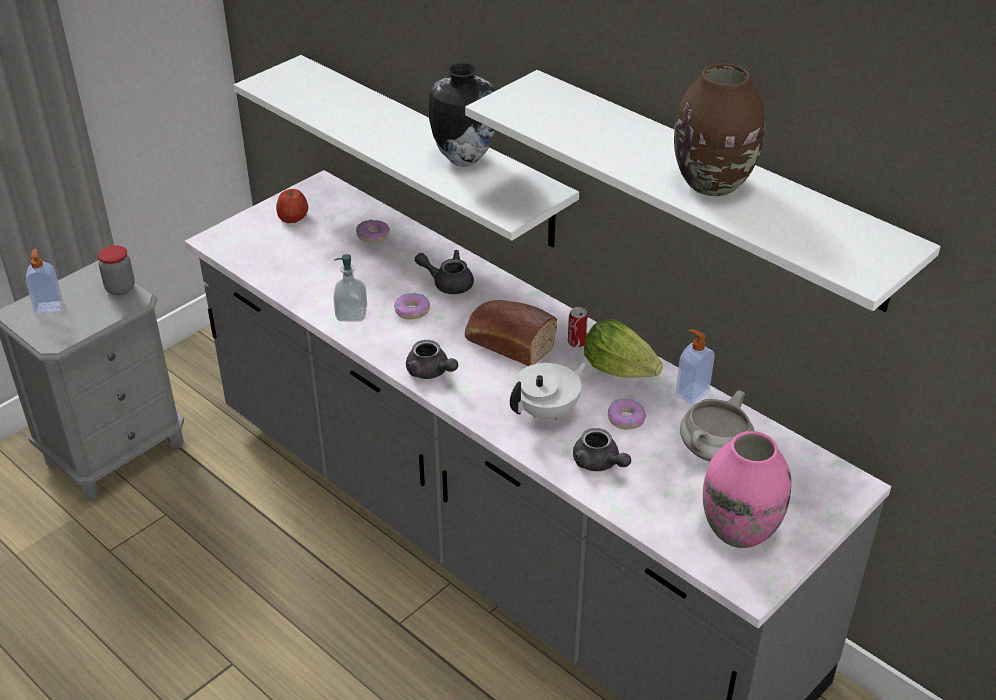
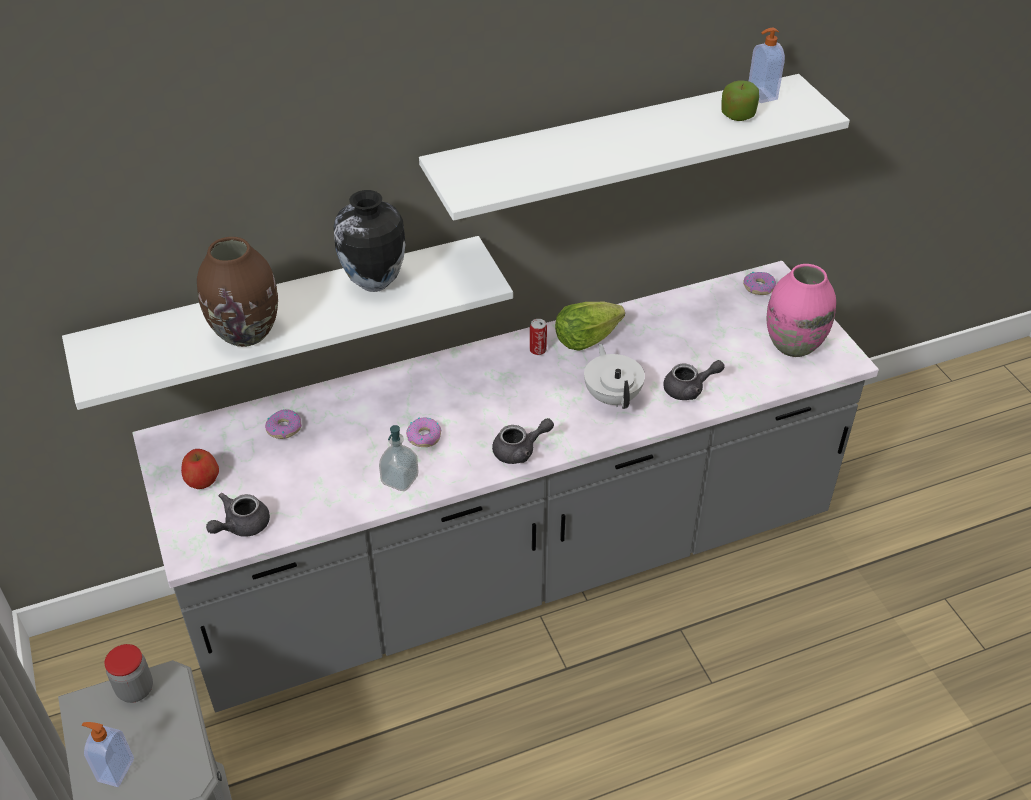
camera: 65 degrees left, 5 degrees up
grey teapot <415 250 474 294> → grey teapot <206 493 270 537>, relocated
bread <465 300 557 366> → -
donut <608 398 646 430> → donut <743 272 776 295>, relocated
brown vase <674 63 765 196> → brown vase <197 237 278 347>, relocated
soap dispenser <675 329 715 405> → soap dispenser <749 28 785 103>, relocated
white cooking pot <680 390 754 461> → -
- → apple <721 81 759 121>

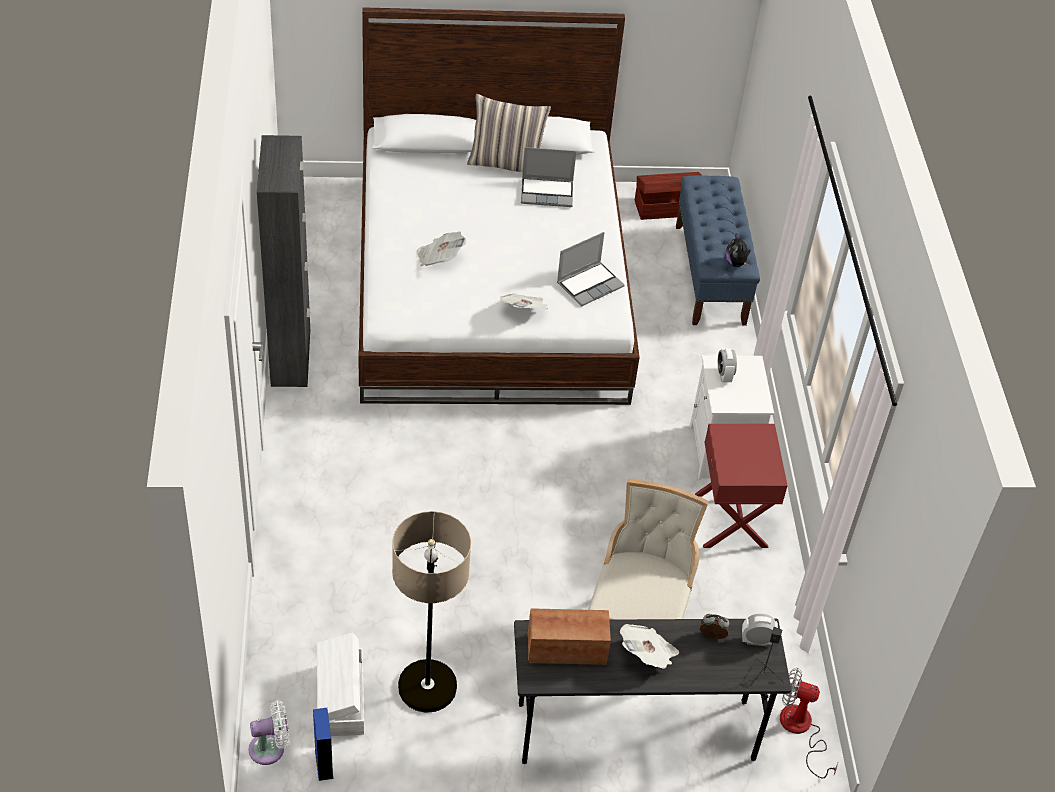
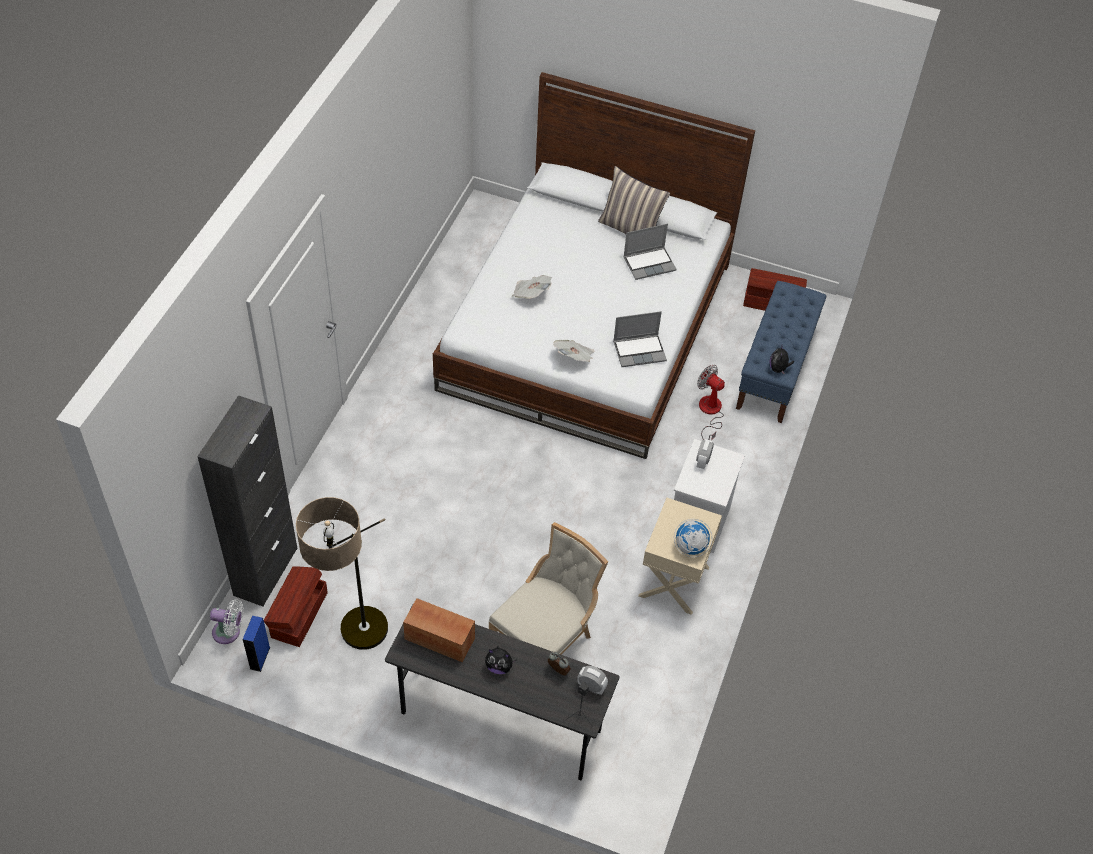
camera: 25 degrees right, 5 degrees up
black cabinet <257 135 310 387> → black cabinet <197 395 298 607>, relocated
white storage box <317 632 364 736> → brown storage box <264 566 328 647>
laptop <521 147 576 207> → laptop <623 224 677 280>, 45 degrees counterclockwise
newspaper <620 624 679 669> → plush toy <485 646 516 674>
red nightstand <695 424 788 548> → beige nightstand <638 498 722 615>
fan <780 668 838 778> → fan <697 365 725 440>, relocated
- → globe <674 519 713 557>

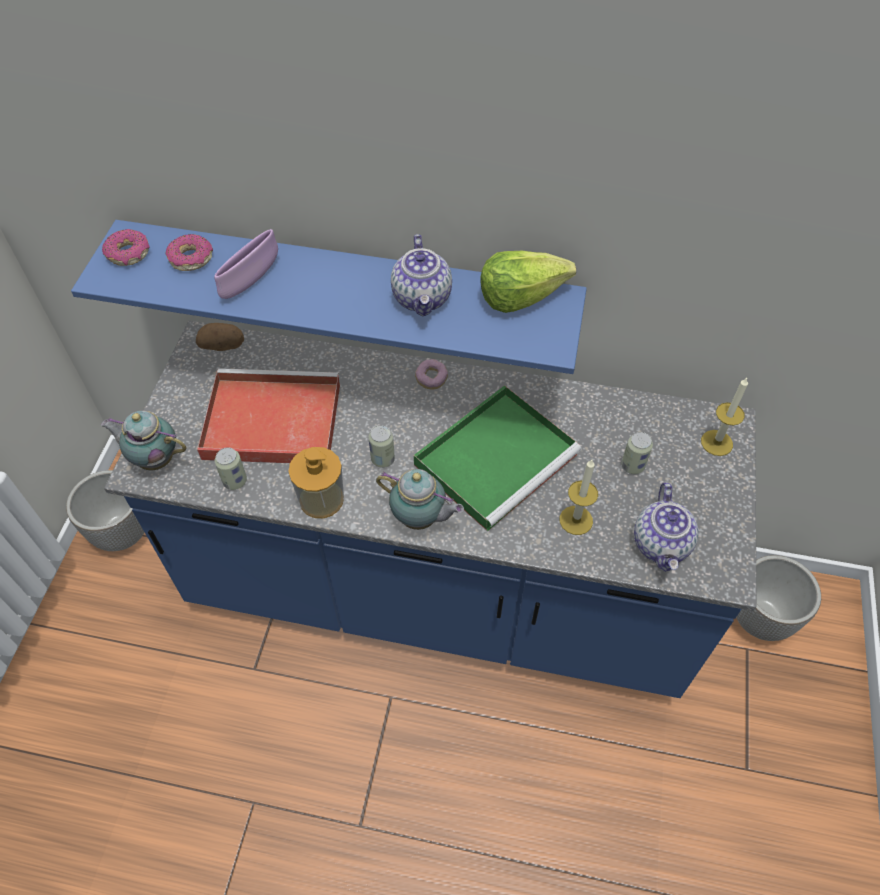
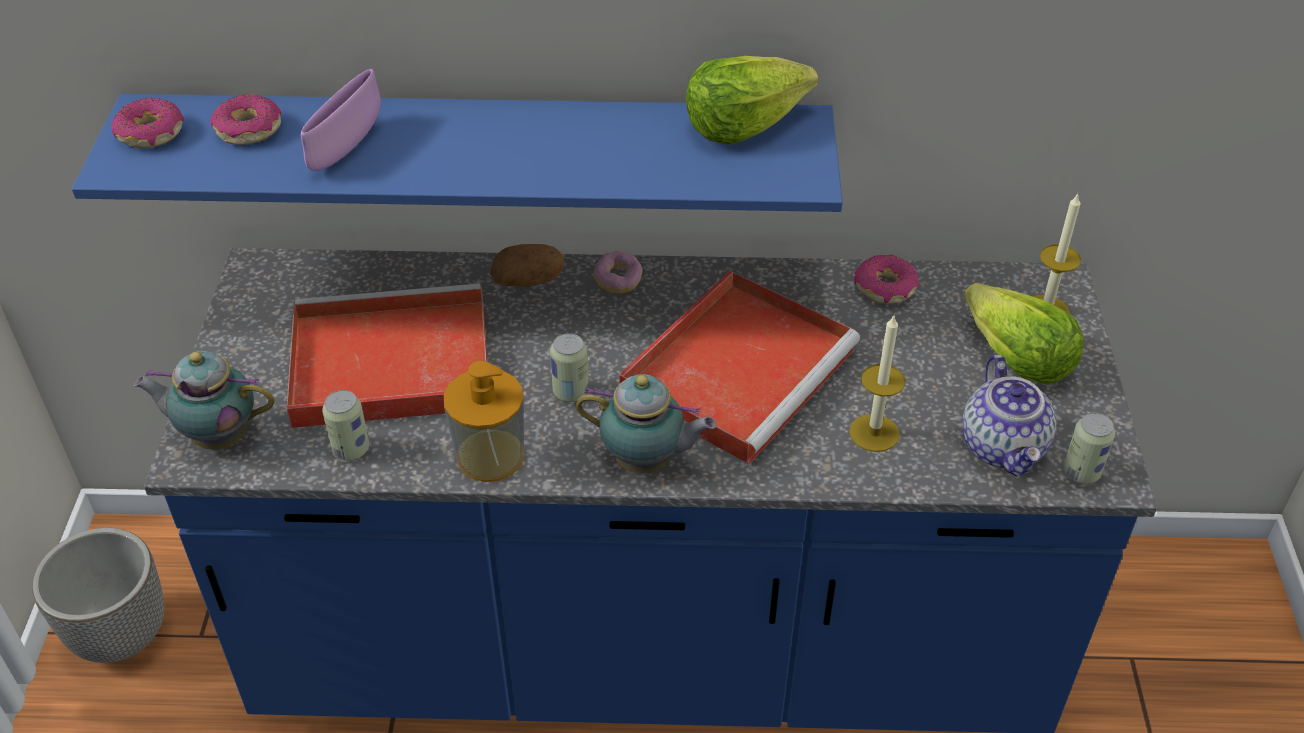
camera: 10 degrees left, 10 degrees down
potato <196 323 244 351> → potato <490 244 564 287>, relocated
teapot <391 234 452 317> → -
green tray <414 385 581 531> → red tray <619 271 860 464>
can <621 432 653 474> → can <1063 413 1115 484>, relocated
planter <736 555 821 641> → -
- → donut <854 255 919 304>
- → lettuce <964 283 1084 384>

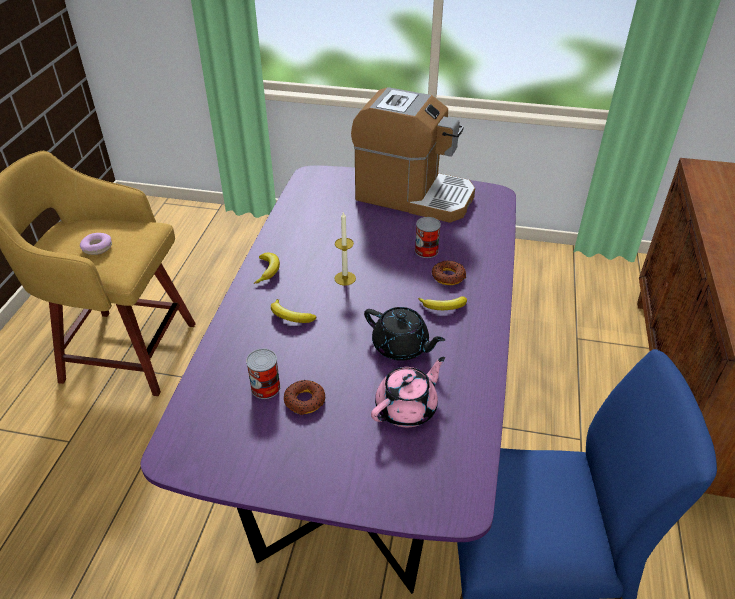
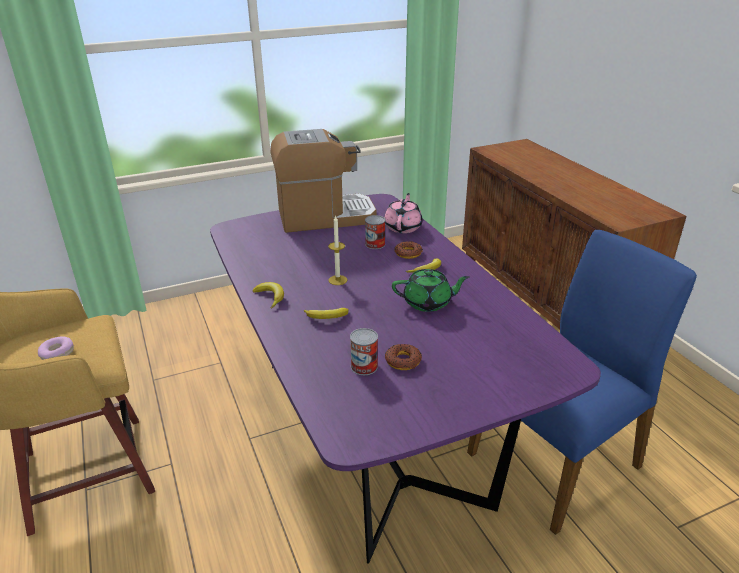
camera: 35 degrees left, 10 degrees down
black teapot <364 307 445 361> → green teapot <392 269 469 312>
pink teapot <371 357 445 427> → pink teapot <384 193 423 233>, relocated

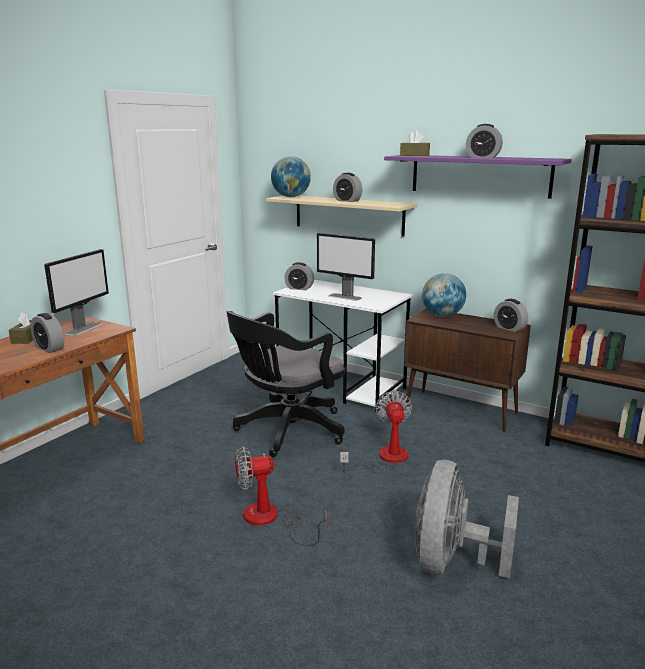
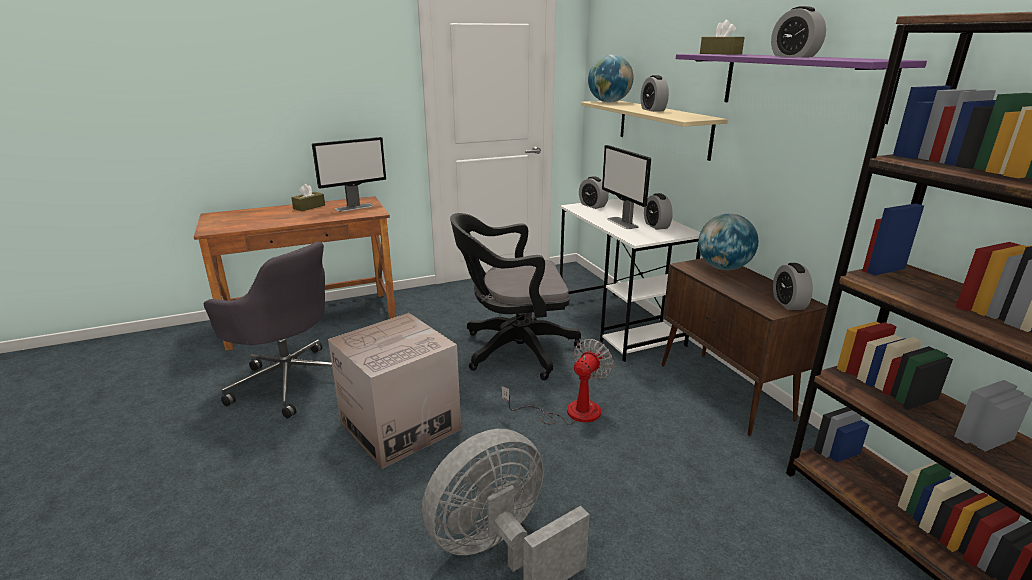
camera: 35 degrees right, 5 degrees up
alarm clock <31 313 64 353> → alarm clock <644 193 673 230>, relocated
fan <235 446 328 546> → cardboard box <328 313 461 469>
- → grey office chair <203 241 332 419>

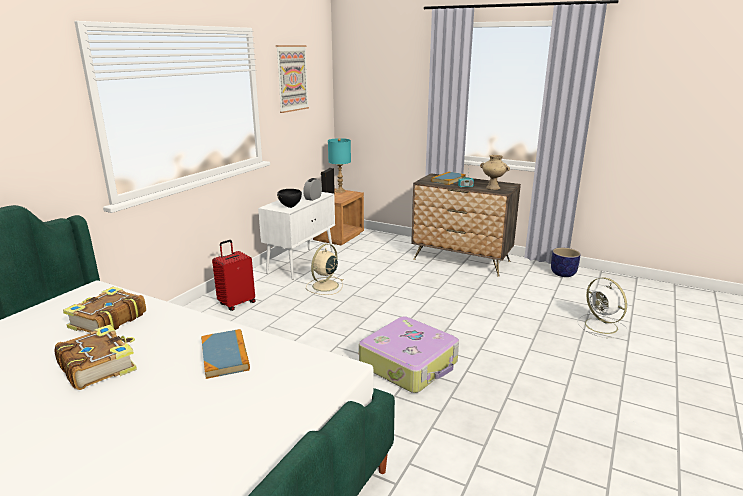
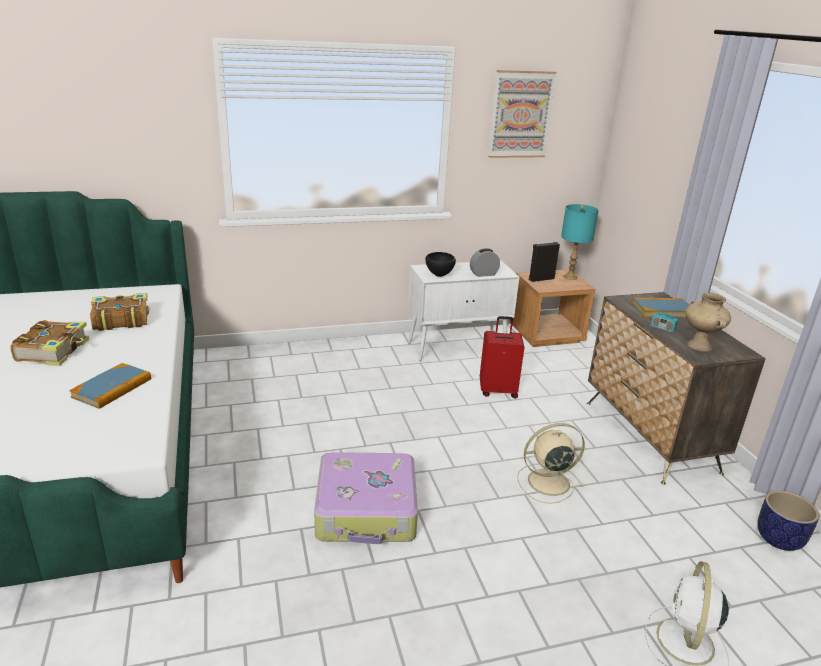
camera: 45 degrees right, 5 degrees up
red suitcase <212 240 256 311> → red suitcase <480 316 524 398>, relocated
beige fan <306 244 343 295> → beige fan <517 423 585 504>, relocated

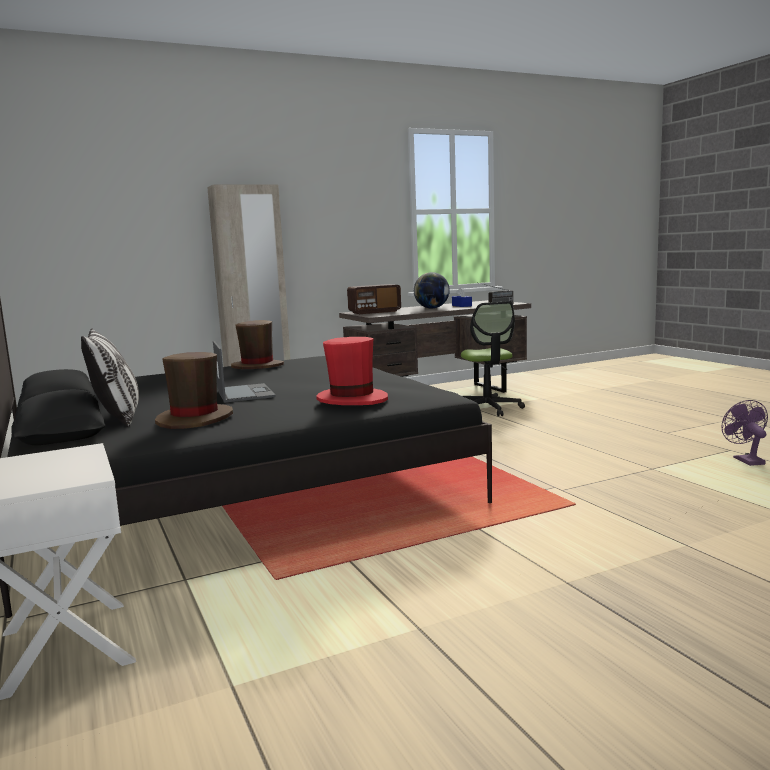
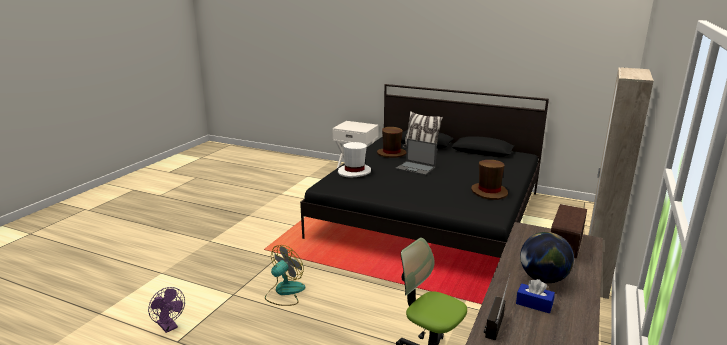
camera: 140 degrees right, 10 degrees up
red hat <316 337 388 405> → white hat <338 142 371 178>
- → fan <265 245 305 306>

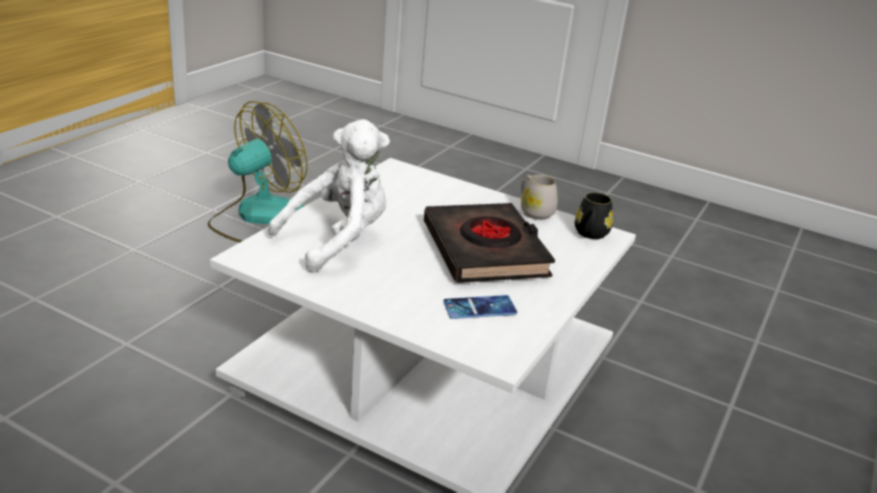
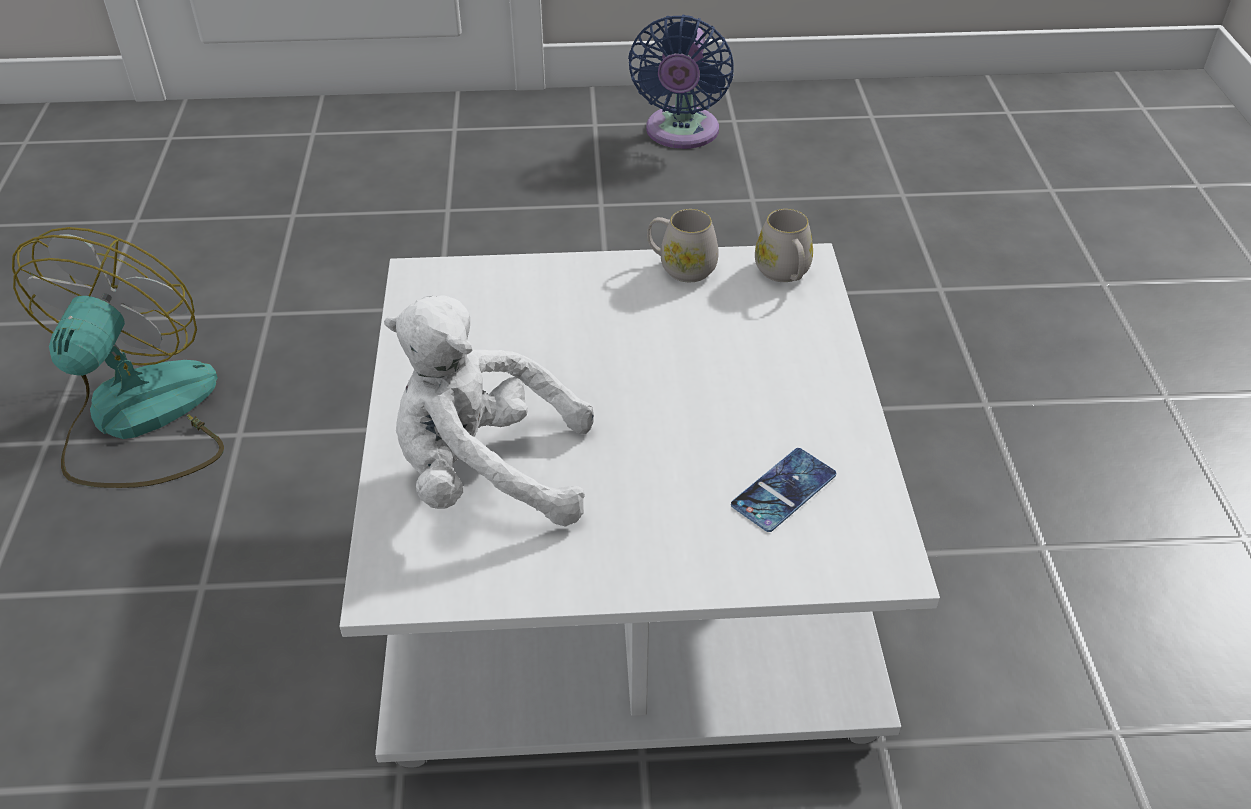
camera: 30 degrees left, 15 degrees up
white plush toy <268 119 390 273> → white plush toy <384 295 594 527>, 105 degrees counterclockwise
black book <424 203 555 283> → -
black mug <575 192 613 239> → white mug <755 209 813 282>
- → blue fan <628 15 734 149>

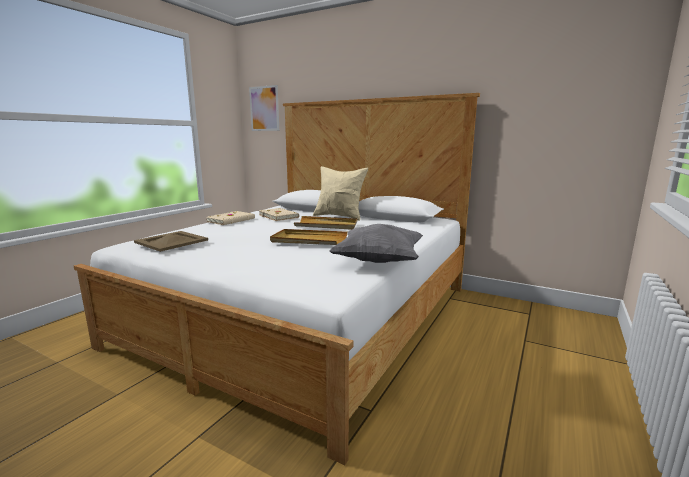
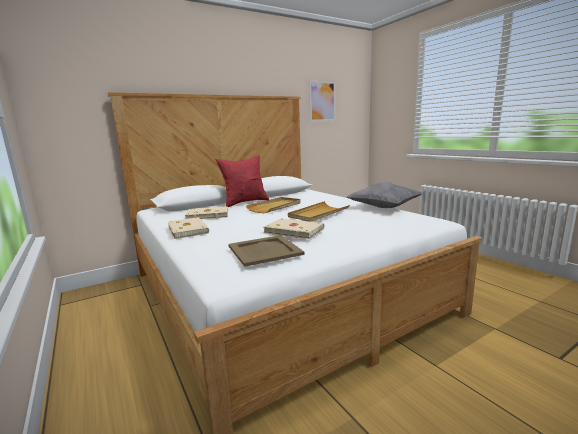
camera: 60 degrees left, 0 degrees up
picture <249 85 279 131> → picture <309 81 335 122>, relocated
beige pillow <313 166 368 221> → red pillow <216 155 269 207>
- → beige book <264 218 324 239>

